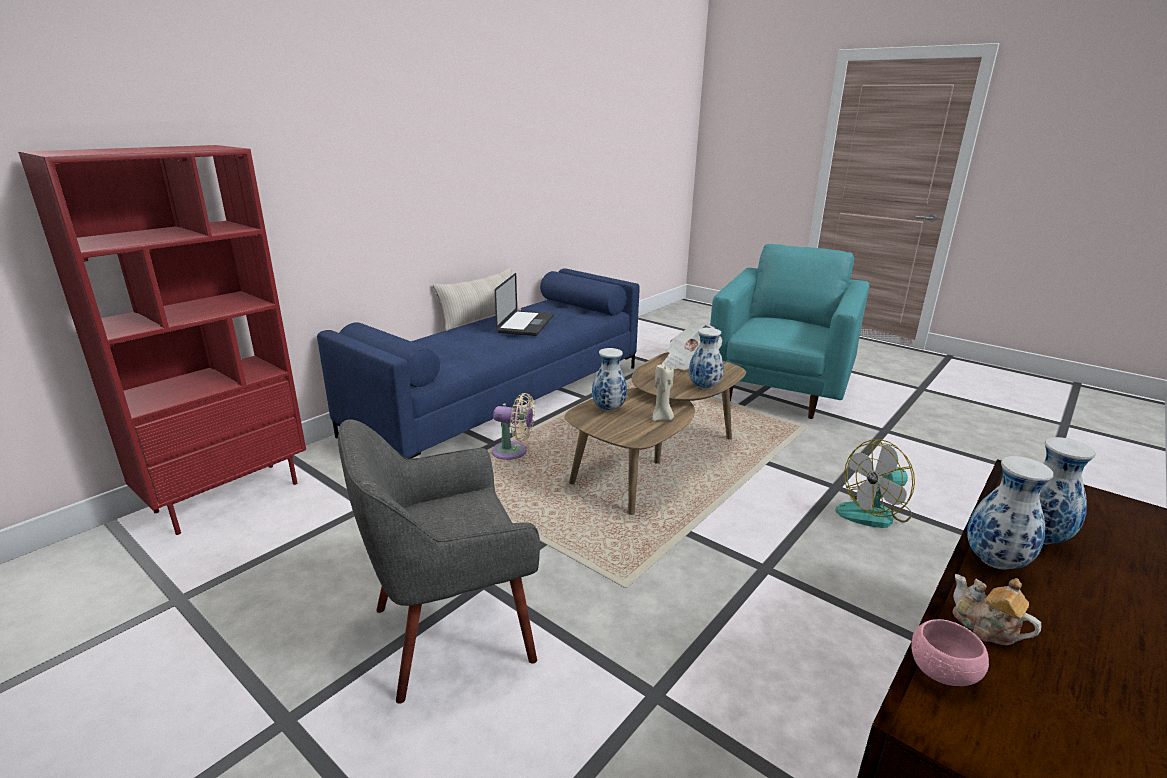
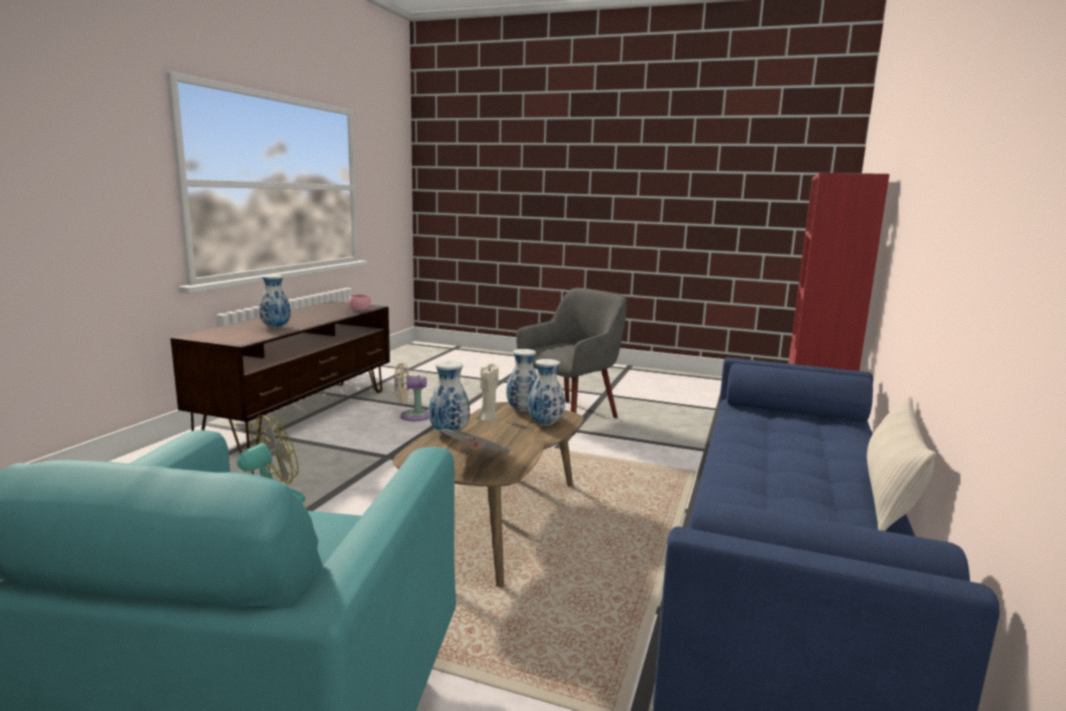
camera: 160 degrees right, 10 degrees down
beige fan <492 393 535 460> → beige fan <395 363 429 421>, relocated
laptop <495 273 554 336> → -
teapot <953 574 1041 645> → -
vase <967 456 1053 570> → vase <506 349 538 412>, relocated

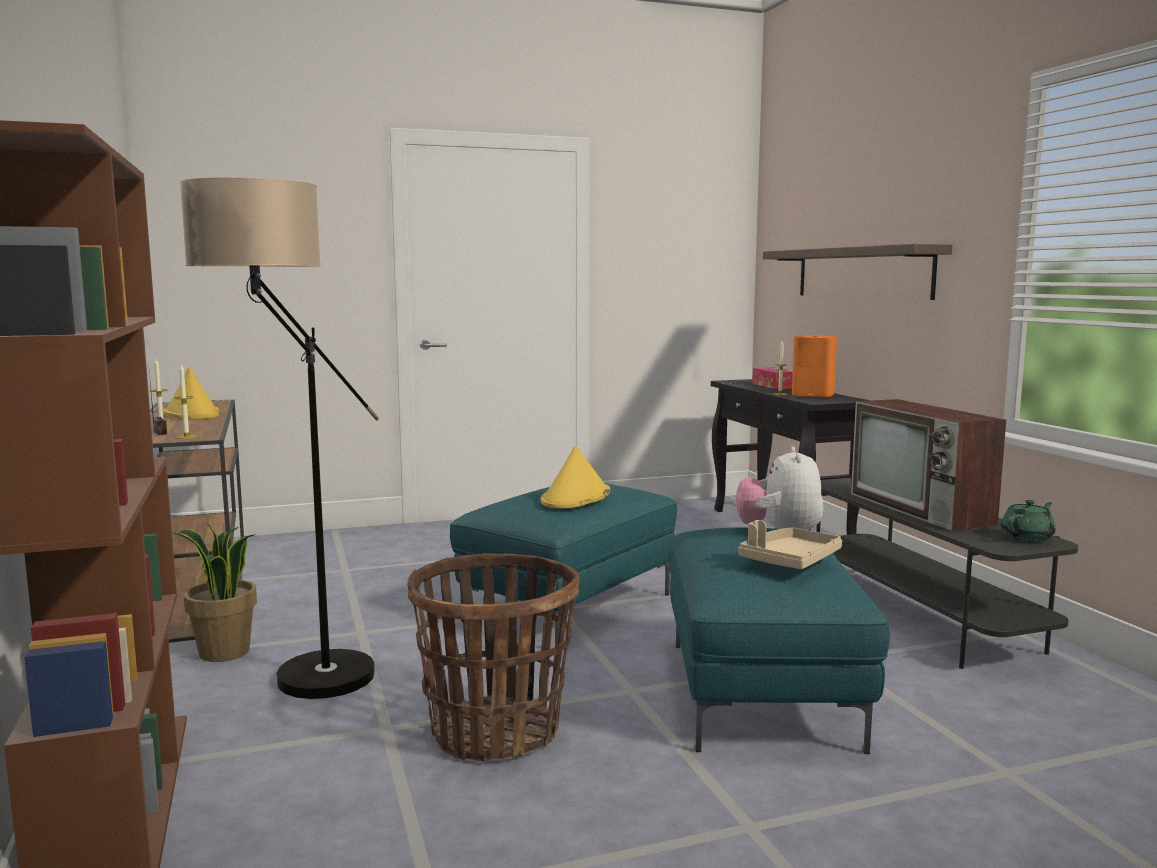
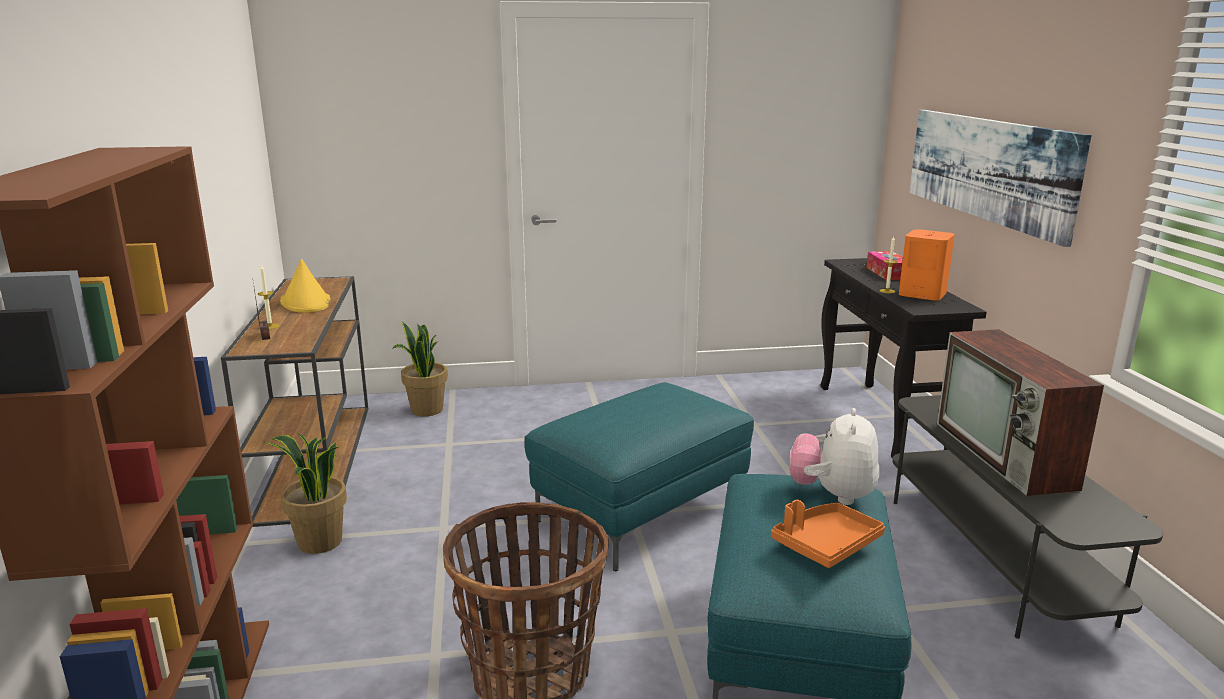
camera: 10 degrees right, 10 degrees up
candle <175 365 197 439> → -
floor lamp <180 177 379 699> → -
yellow hat <540 445 610 508> → -
beige tray <738 520 842 569> → orange tray <771 500 885 568>
shelf <763 244 952 300> → picture <909 110 1091 247>
green teapot <1001 500 1056 542> → -
- → potted plant <392 322 448 416>

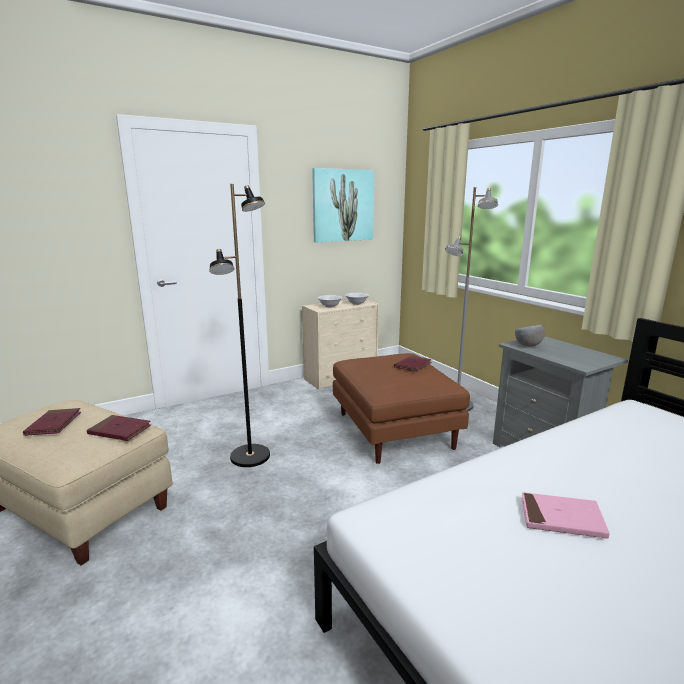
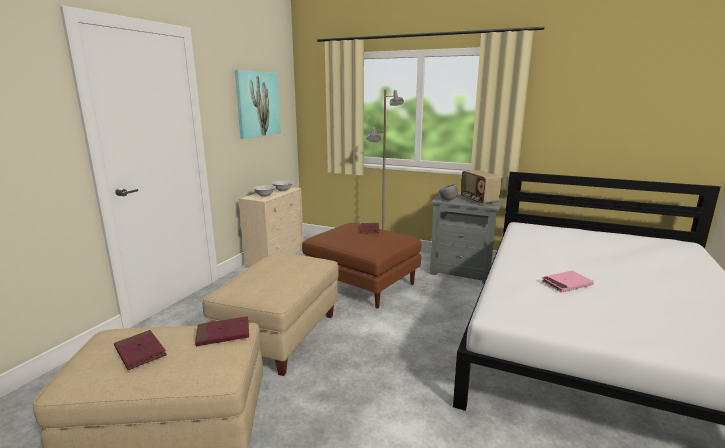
camera: 35 degrees left, 0 degrees up
black floor lamp <209 184 270 467> → beige ottoman <203 254 339 376>
- → radio <461 170 501 205>

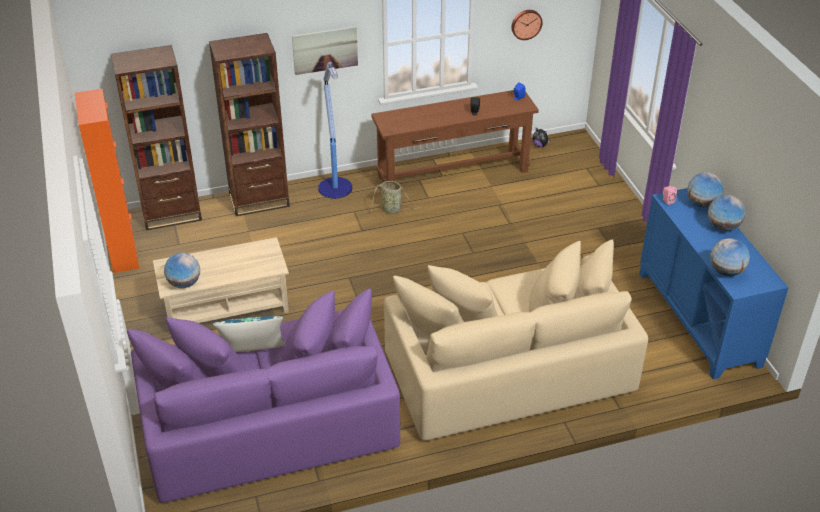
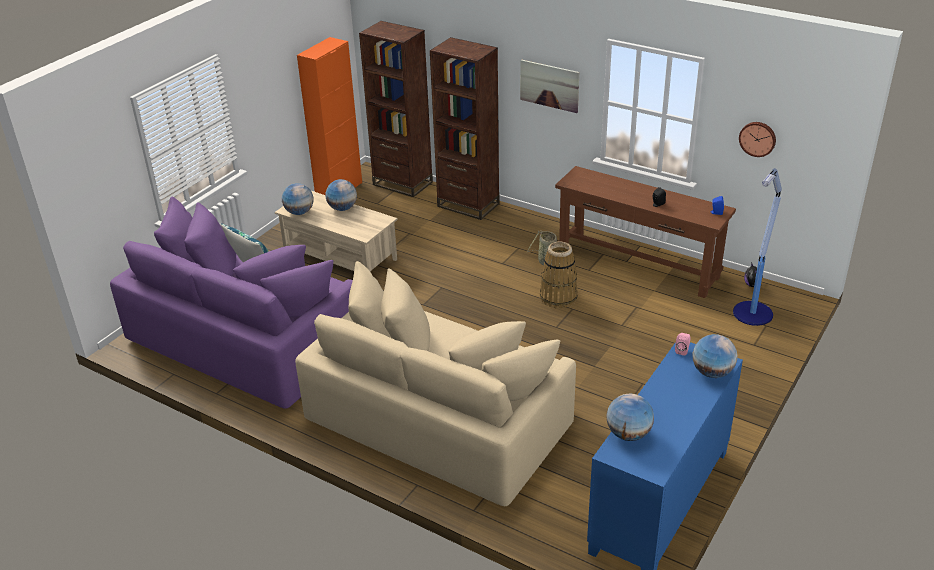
camera: 50 degrees right, 5 degrees down
floor lamp <318 62 352 199> → floor lamp <733 168 782 326>, relocated
globe <708 195 745 231> → globe <325 179 357 211>, relocated
- → basket <540 242 578 308>

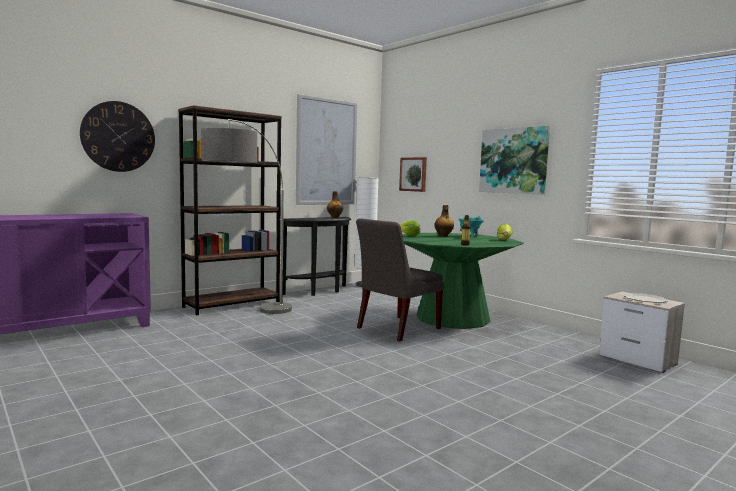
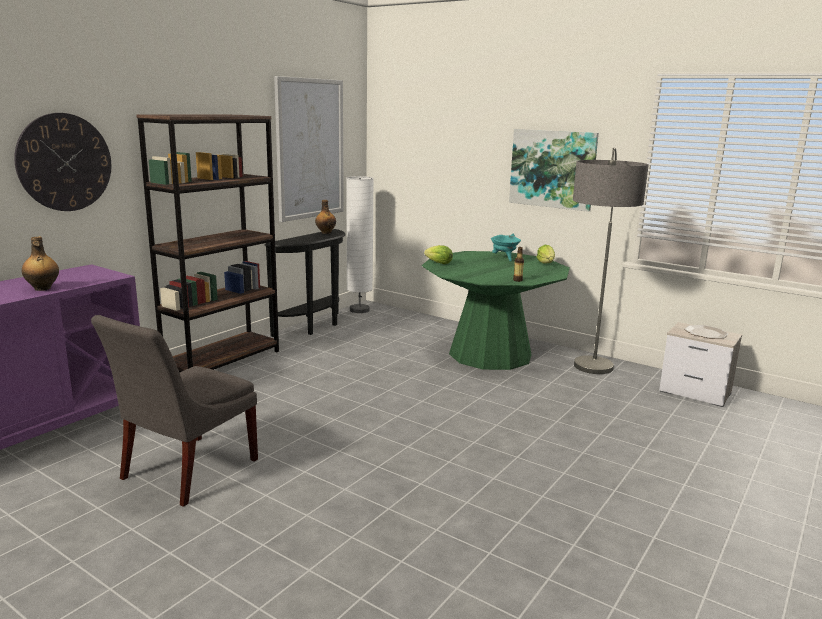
camera: 15 degrees left, 10 degrees up
floor lamp <201 119 292 314> → floor lamp <573 147 649 374>, relocated
grey chair <356 218 444 342> → grey chair <91 315 258 507>, relocated
picture <399 157 427 192> → -
bottle <435 205 454 237> → bottle <22 236 59 291>, relocated

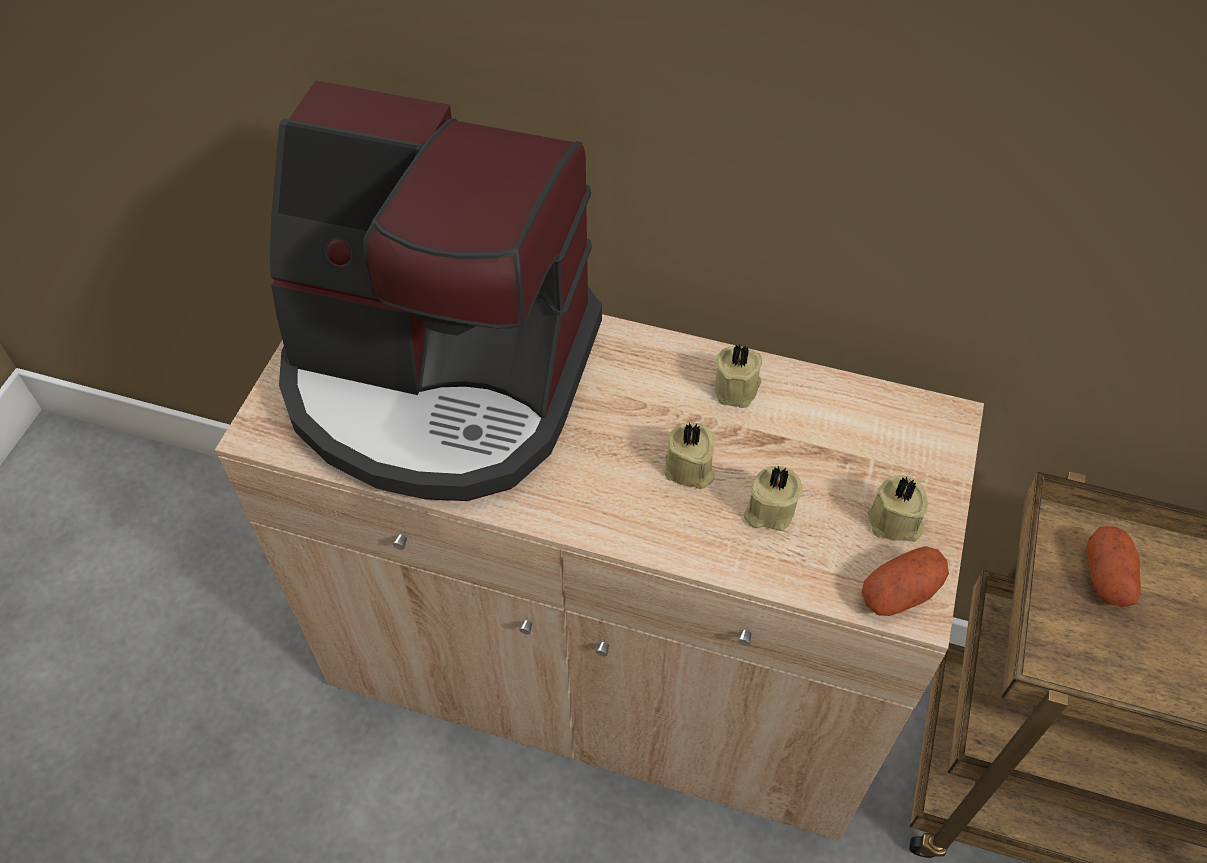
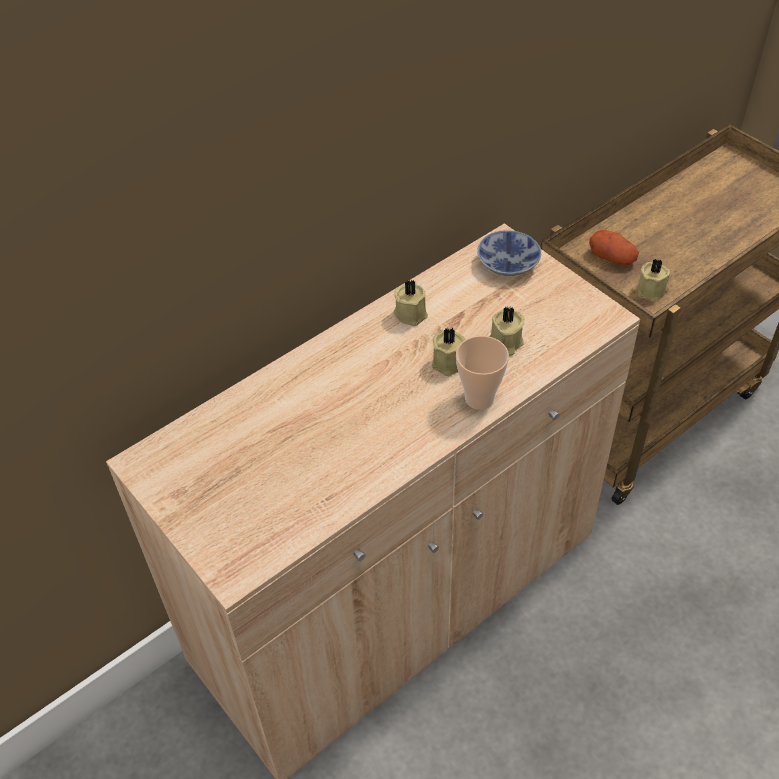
camera: 55 degrees left, 5 degrees down
coffee machine <270 81 602 501> → -
potato <861 546 949 616> → -
beige candle <867 475 928 542> → beige candle <638 259 670 302>, relocated
- → cup <456 336 509 410>
- → bowl <477 230 541 276>

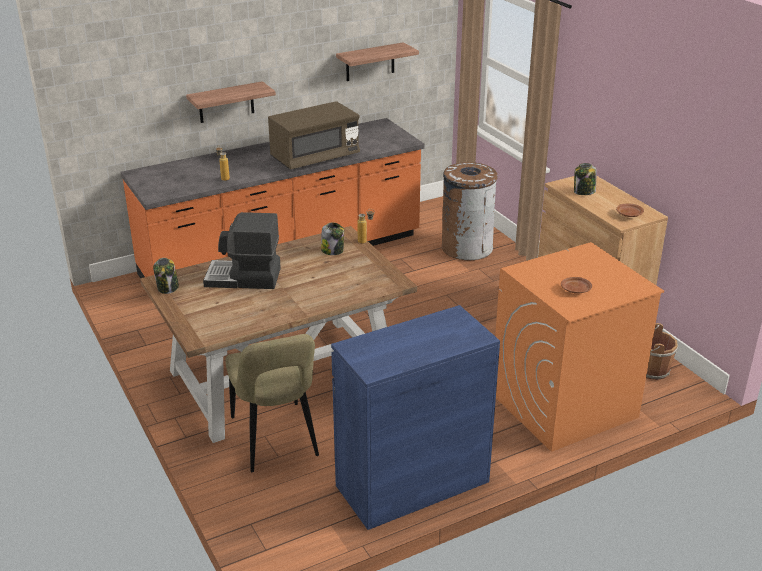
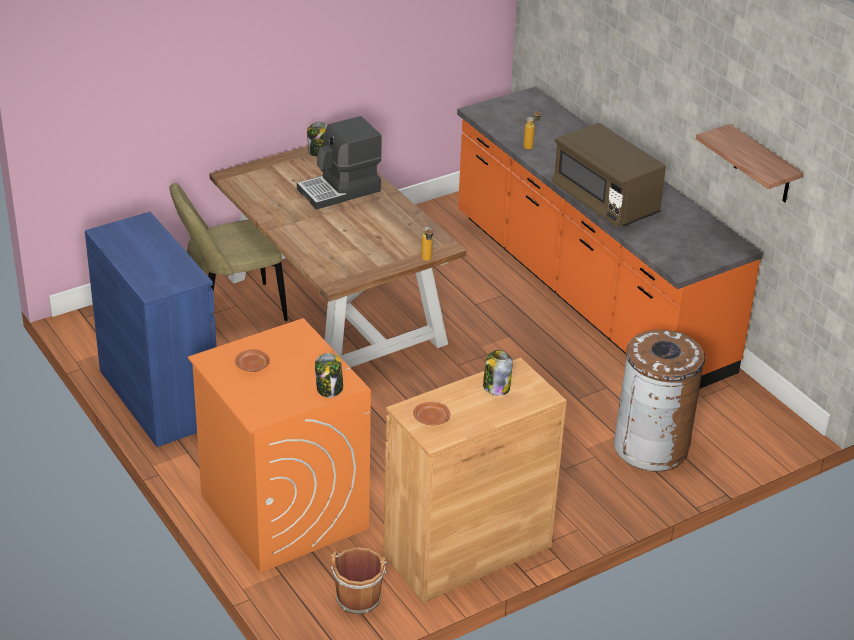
camera: 85 degrees right, 5 degrees up
shelf <186 81 276 123> → -
coffee machine <203 212 281 289> → coffee machine <297 116 382 210>, 120 degrees counterclockwise
jar <321 222 344 255> → jar <315 353 343 397>, relocated

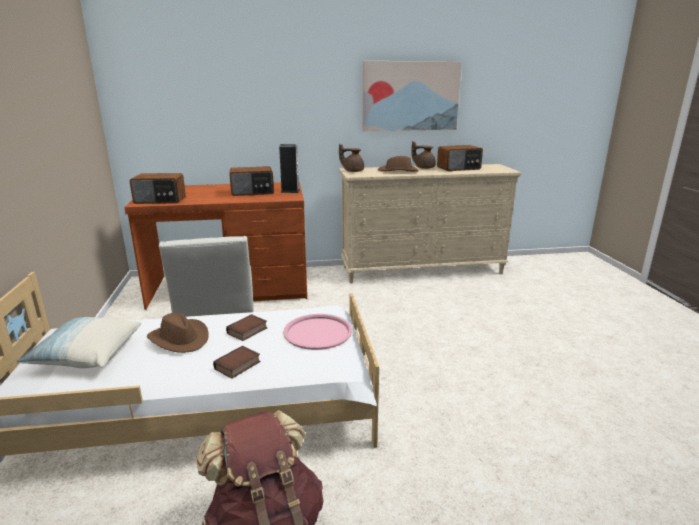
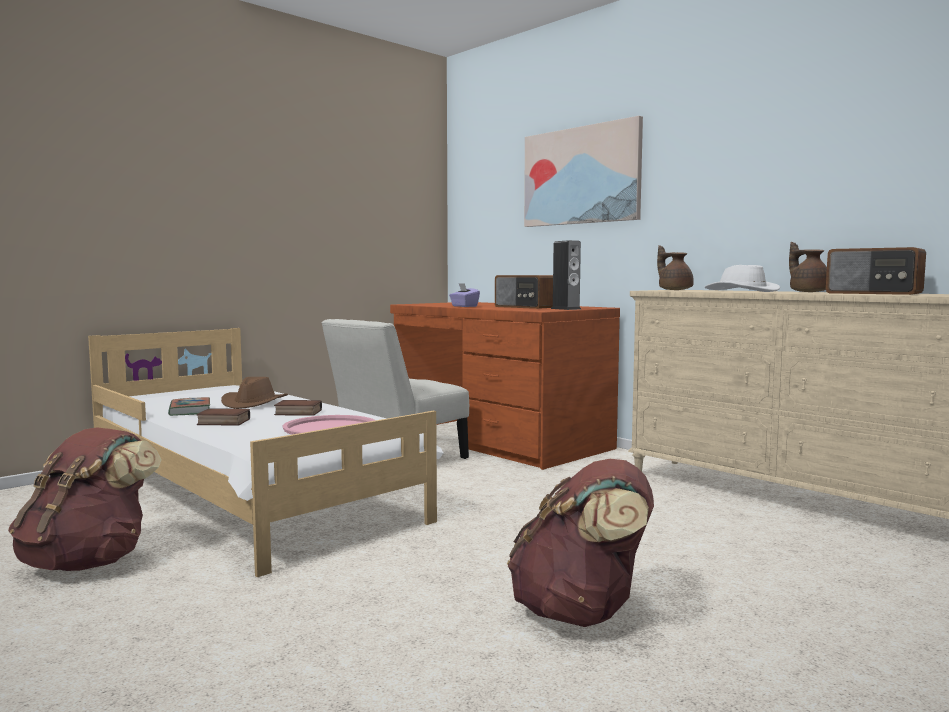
camera: 55 degrees right, 15 degrees down
pillow <16 317 141 368> → -
radio <130 173 186 204> → -
picture <362 61 462 131> → picture <524 116 643 227>, relocated
brown hat <377 156 419 172> → white hat <705 265 780 292>
- → book <168 397 210 416>
- → purple tissue box <449 283 480 307>
- → brown backpack <507 459 654 627>

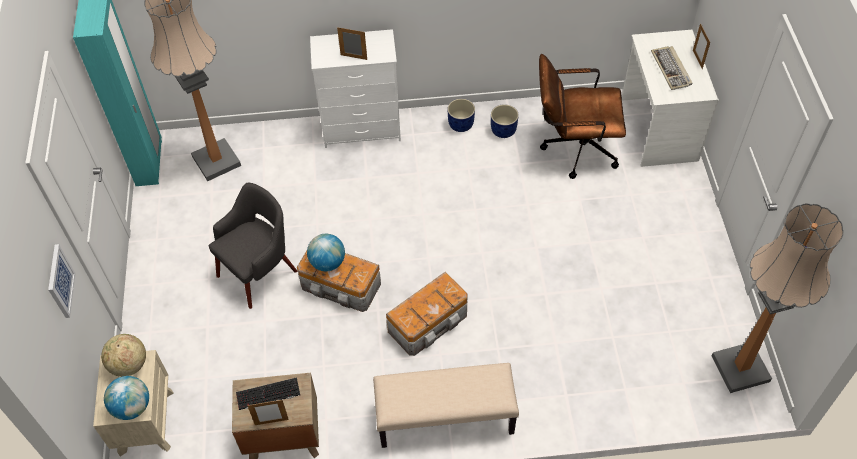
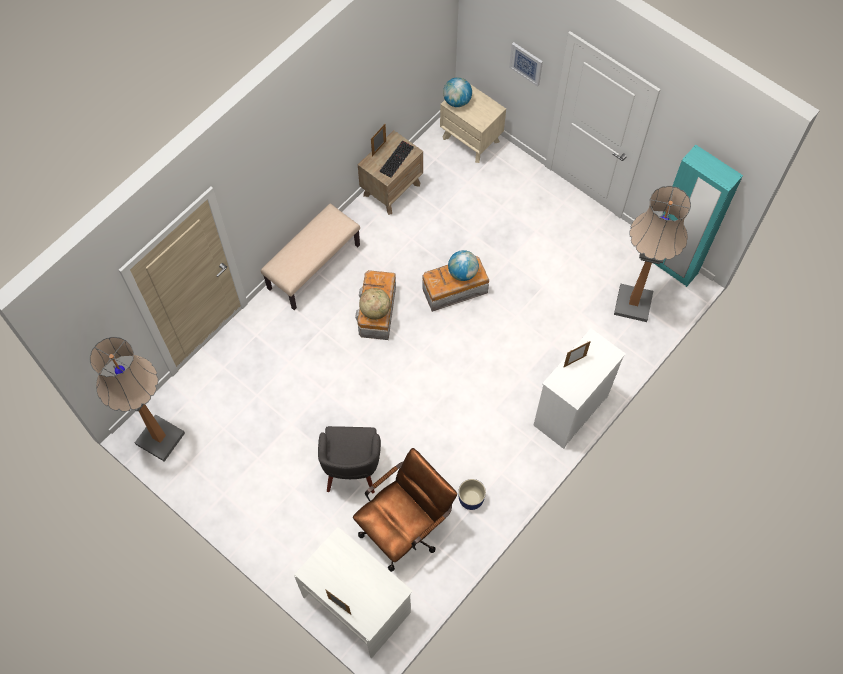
camera: 135 degrees right, 10 degrees up
globe <101 334 146 377> → globe <359 288 391 320>, relocated
grey armchair <209 182 297 309> → grey armchair <318 426 381 493>, relocated
blue planter <447 99 475 132> → -
keyboard <651 46 692 90> → -

